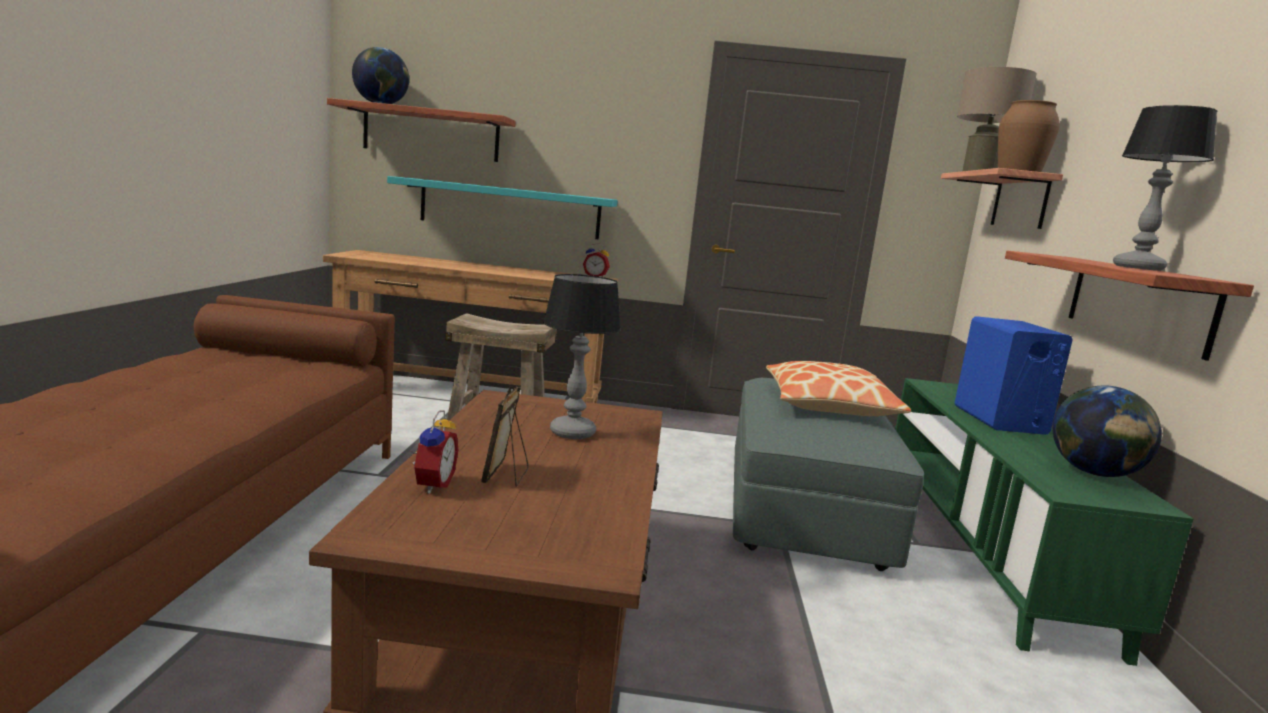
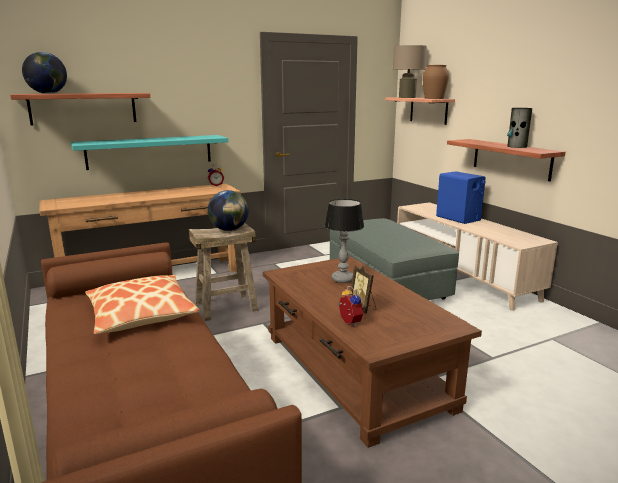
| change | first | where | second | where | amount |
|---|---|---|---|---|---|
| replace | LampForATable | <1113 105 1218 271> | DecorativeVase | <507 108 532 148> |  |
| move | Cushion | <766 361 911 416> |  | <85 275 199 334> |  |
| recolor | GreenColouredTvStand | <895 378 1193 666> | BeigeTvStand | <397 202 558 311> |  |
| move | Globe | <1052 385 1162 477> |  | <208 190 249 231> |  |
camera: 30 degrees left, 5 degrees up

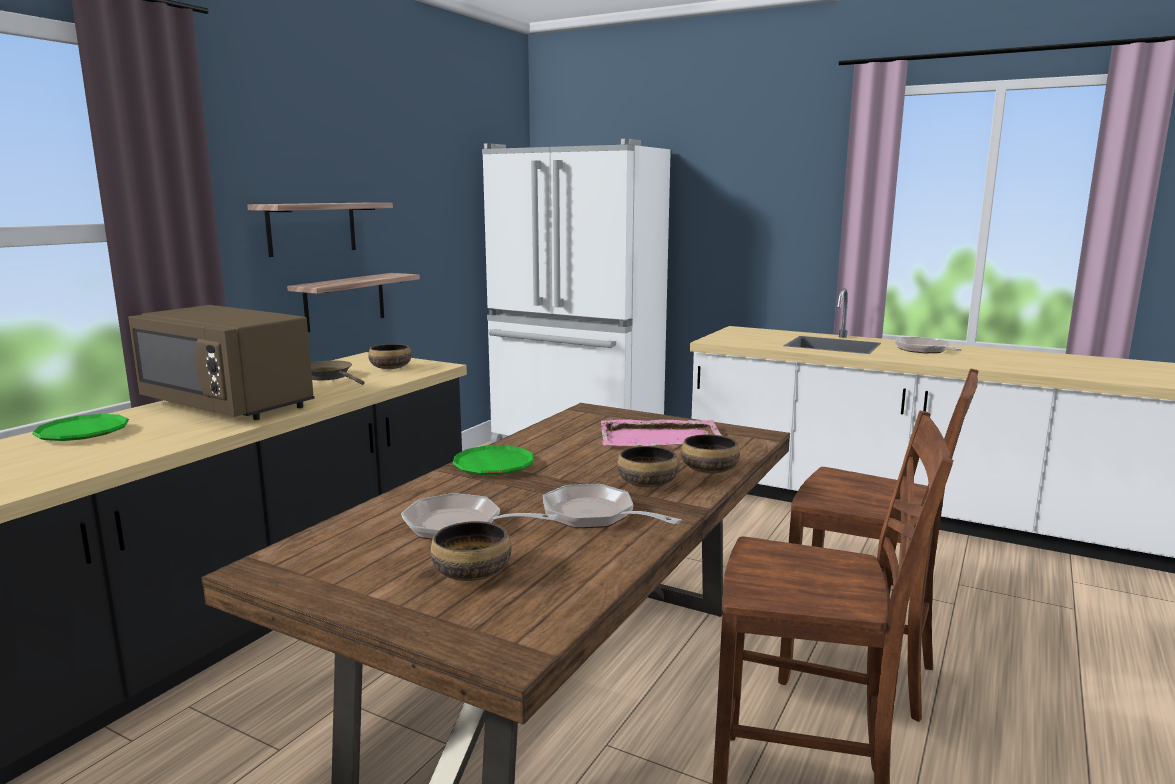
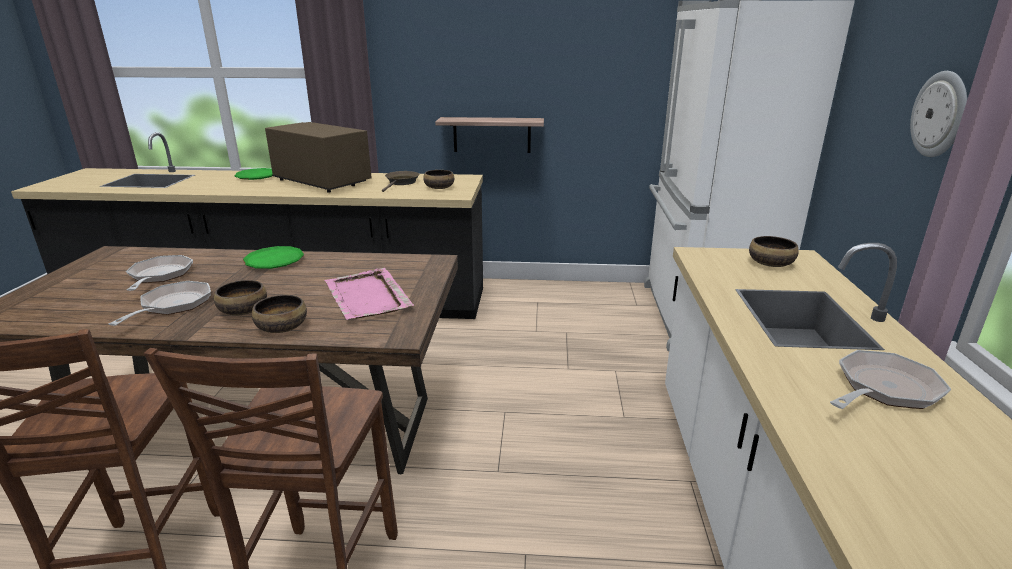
| change | first | where | second | where | amount |
|---|---|---|---|---|---|
| delete | BracketShelf | <247 203 393 257> |  |  |  |
| rotate | BrownishMicrowave | <128 305 315 420> |  | <265 122 372 193> | 120 degrees clockwise |
| move | ServingBowl | <430 521 512 581> |  | <749 236 799 267> |  |
| insert |  |  | ClockOnTheWall | <910 71 967 157> |  |
camera: 65 degrees right, 10 degrees up

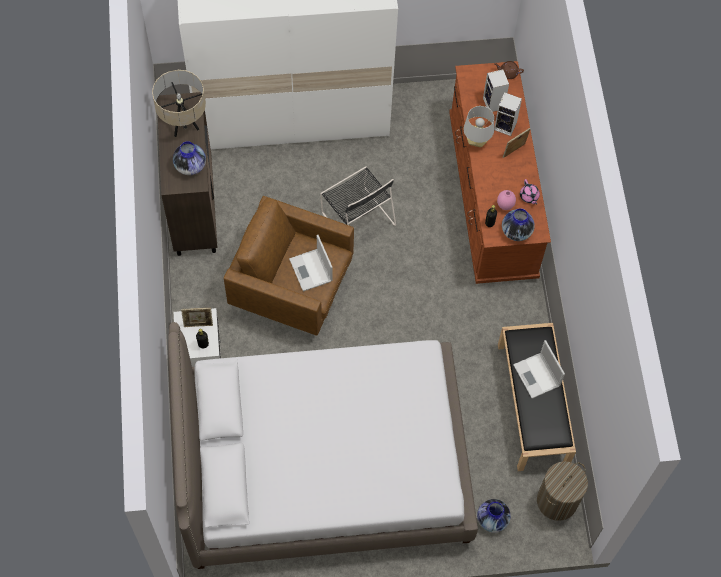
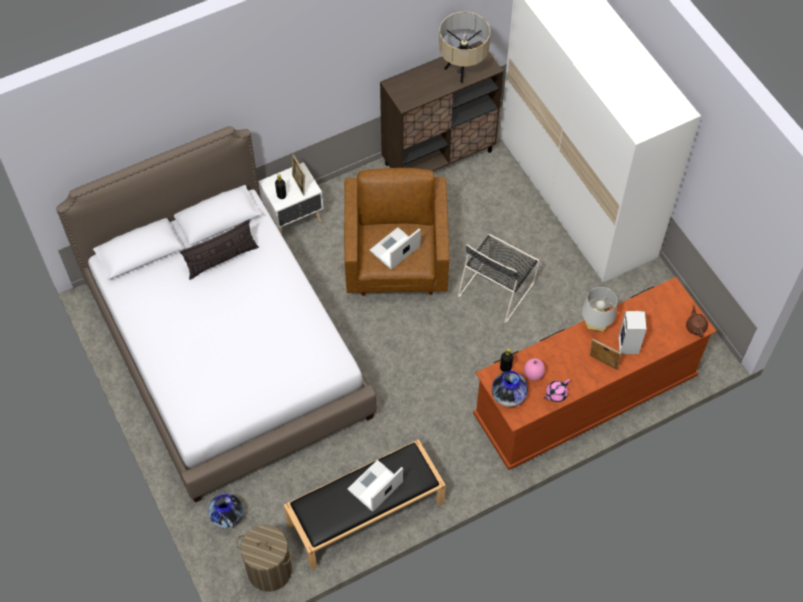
| change | first | where | second | where | amount |
|---|---|---|---|---|---|
| delete | AudioSpeaker | <483 69 509 112> |  |  |  |
| delete | DecorativeVase | <173 141 206 175> |  |  |  |
| insert |  |  | Cushion | <180 219 259 280> |  |
camera: 70 degrees right, 5 degrees down

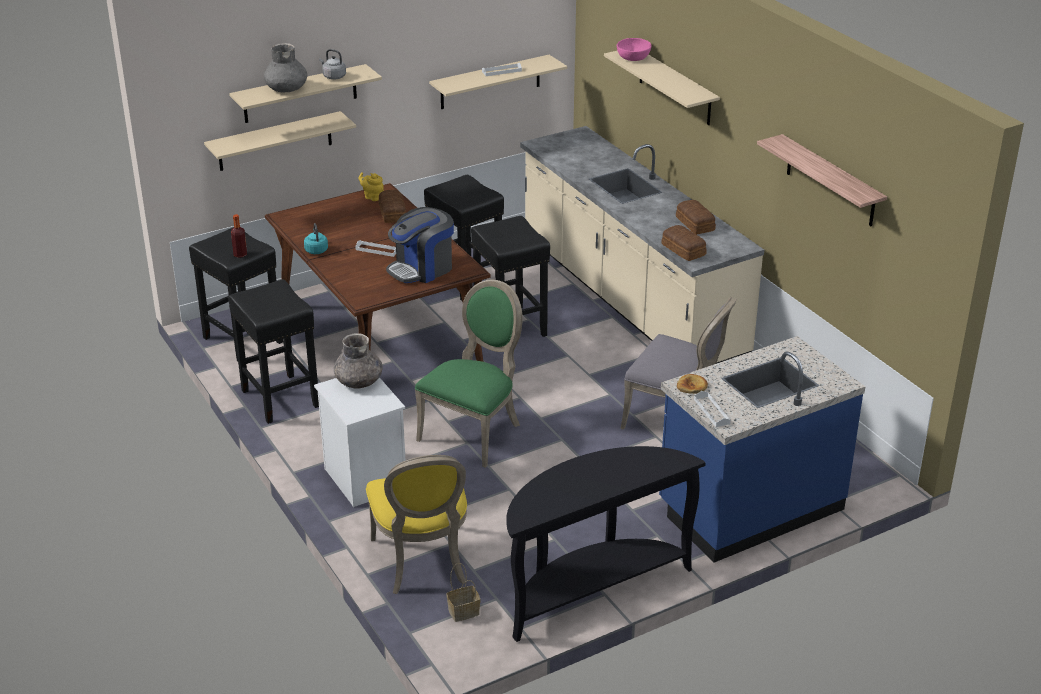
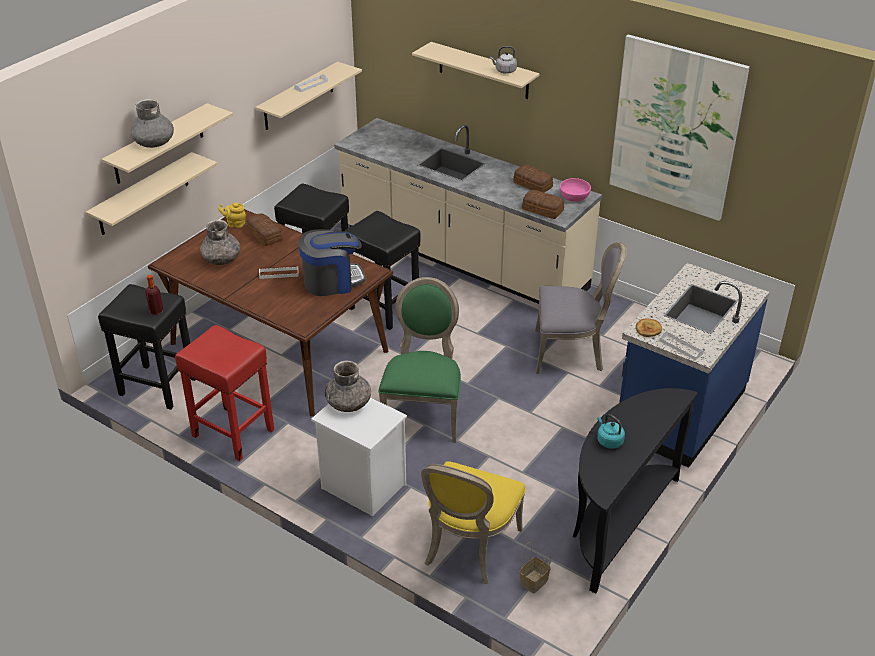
| change | first | where | second | where | amount |
|---|---|---|---|---|---|
| move | PinkColouredServingBowl | <617 38 651 61> |  | <560 178 591 202> |  |
| move | GreyishKettle | <319 49 346 79> |  | <490 46 517 74> |  |
| replace | BracketShelf | <757 134 887 226> | WallArt | <609 34 750 221> |  |
| rotate | CoffeeMachine | <386 207 454 283> |  | <299 229 365 296> | 135 degrees counterclockwise |
| move | TurquoiseKettle | <304 223 328 254> |  | <597 414 625 449> |  |
| recolor | BlackStoolSeat | <228 280 319 424> | ReddishStoolSeat | <175 325 274 461> |  |
| rotate | YellowChair | <366 455 467 594> |  | <421 461 526 584> | 60 degrees clockwise |
| insert |  |  | GreyishDecorativeVase | <200 220 240 265> |  |
camera: 25 degrees left, 5 degrees up

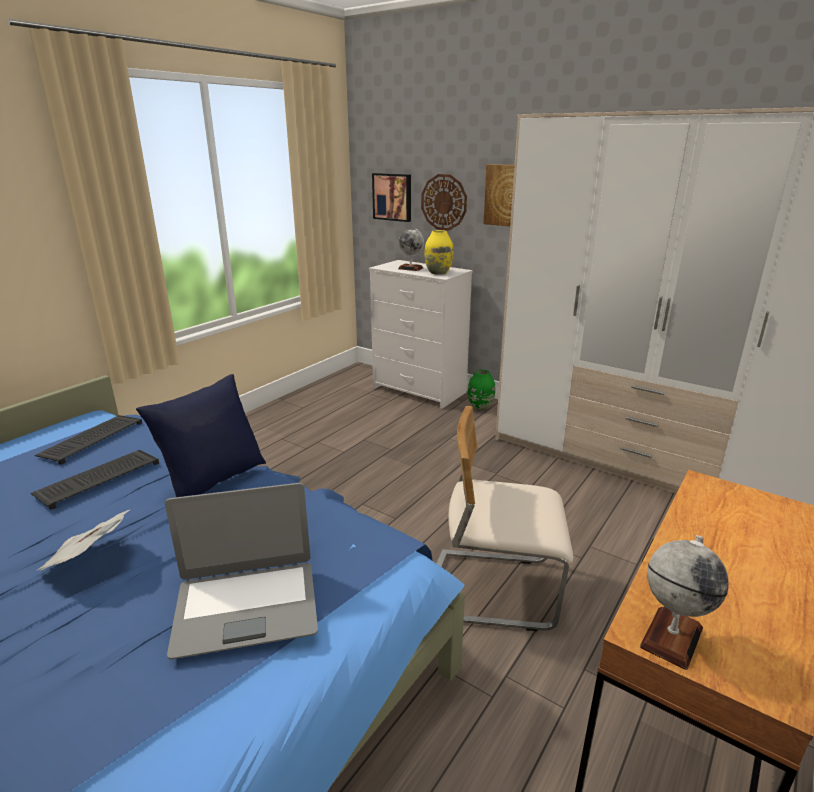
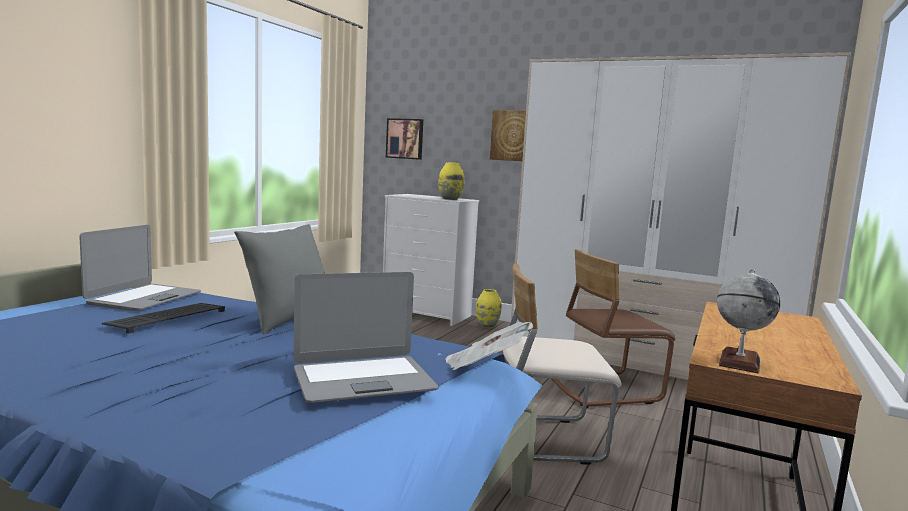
| change | first | where | second | where | amount |
|---|---|---|---|---|---|
| delete | ClockOnTheWall | <421 174 467 231> |  |  |  |
| delete | Globe | <398 229 424 271> |  |  |  |
| recolor | GreenColouredDecorativeVase | <468 370 495 410> | YellowDecorativeVase | <476 289 502 327> |  |
| recolor | BlueCushion | <136 374 266 497> | GreyishCushion | <234 224 325 334> |  |
| replace | Keyboard | <35 415 142 465> | NotebookComputer | <79 225 201 311> |  |
| move | PrintedPaper | <36 509 131 571> |  | <445 322 533 370> |  |
| insert |  |  | BrownishChair | <552 249 675 408> |  |
camera: 10 degrees left, 15 degrees down

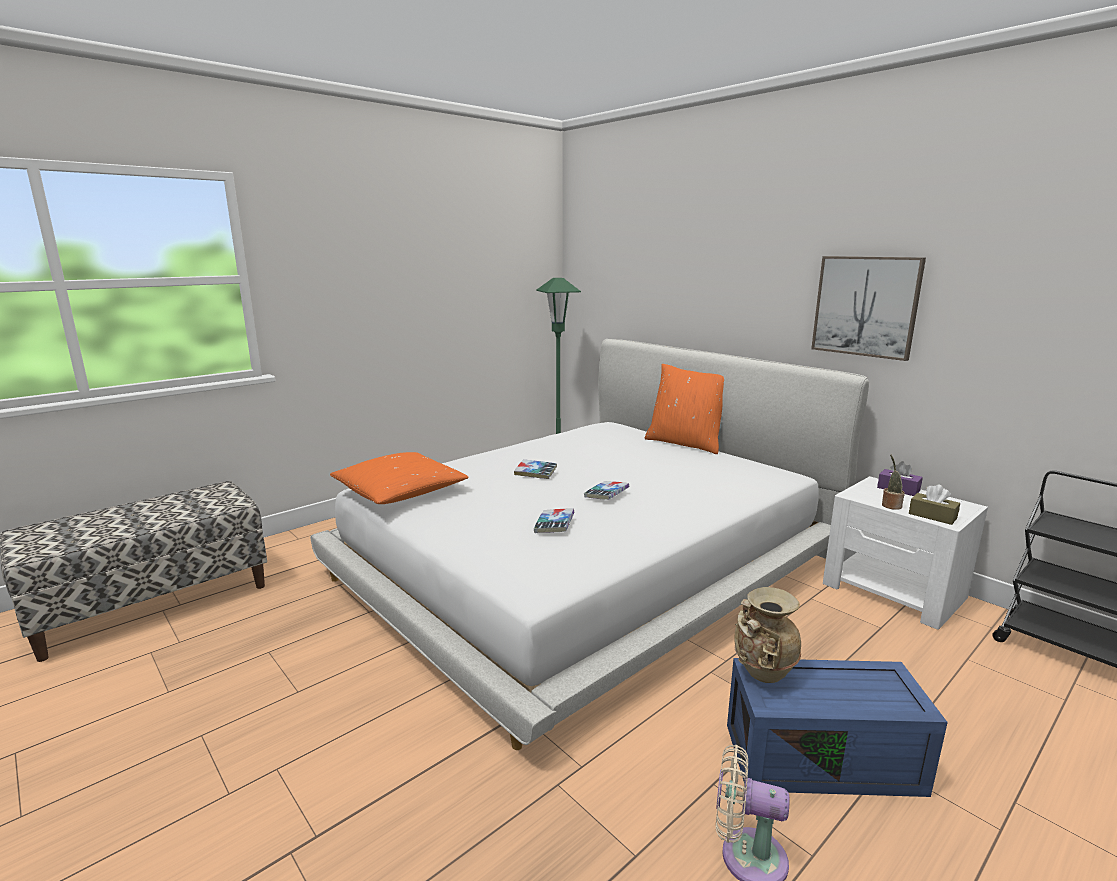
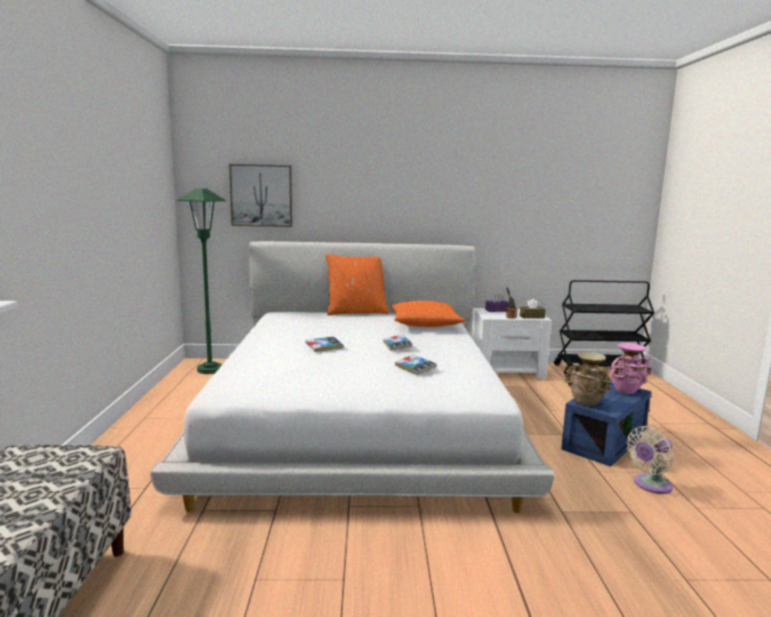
| change | first | where | second | where | amount |
|---|---|---|---|---|---|
| move | WallArt | <811 256 926 361> |  | <229 164 292 227> |  |
| move | OrangeyCushion | <330 452 469 504> |  | <391 301 465 327> |  |
| insert |  |  | PinkColouredDecorativeVase | <609 343 652 394> |  |
camera: 50 degrees left, 5 degrees down

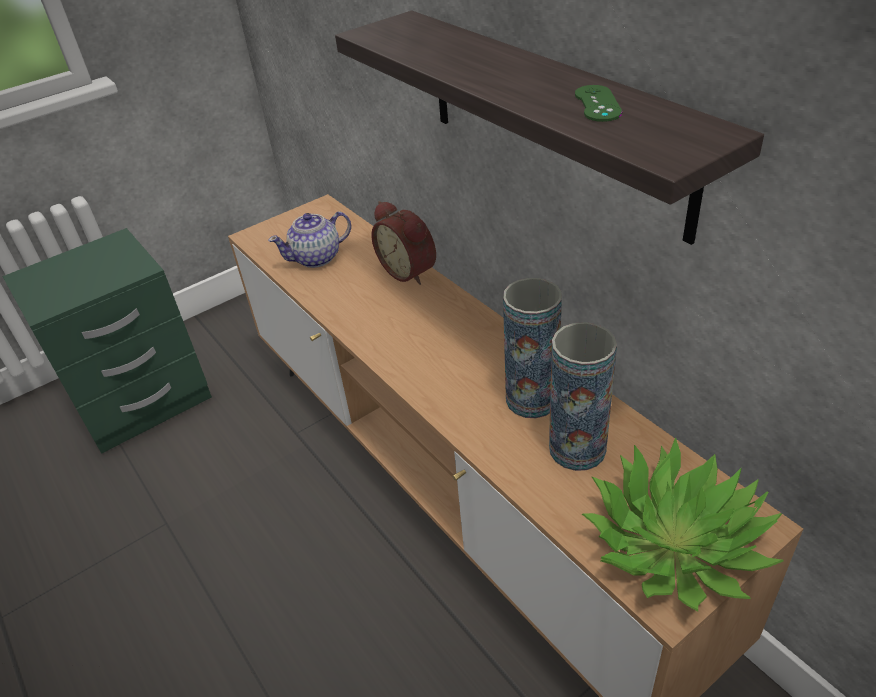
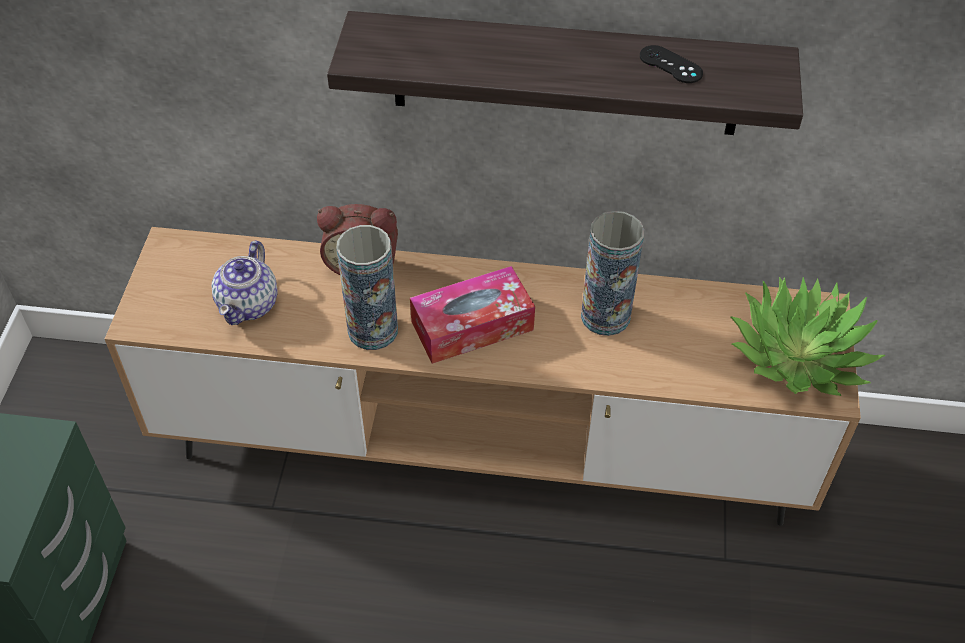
| change | first | where | second | where | amount |
|---|---|---|---|---|---|
| recolor | GreenColouredJoypad | <575 85 622 122> | BlackJoypad | <640 45 703 83> |  |
| move | DecorativeVase | <549 322 617 471> |  | <336 225 398 350> |  |
| insert |  |  | TissueBox | <410 266 535 364> |  |
camera: 50 degrees left, 10 degrees up

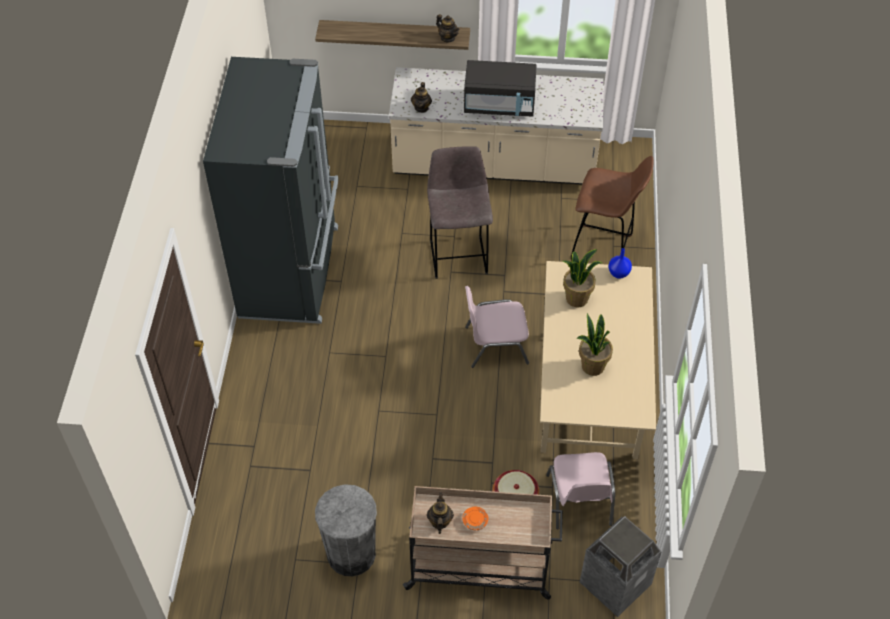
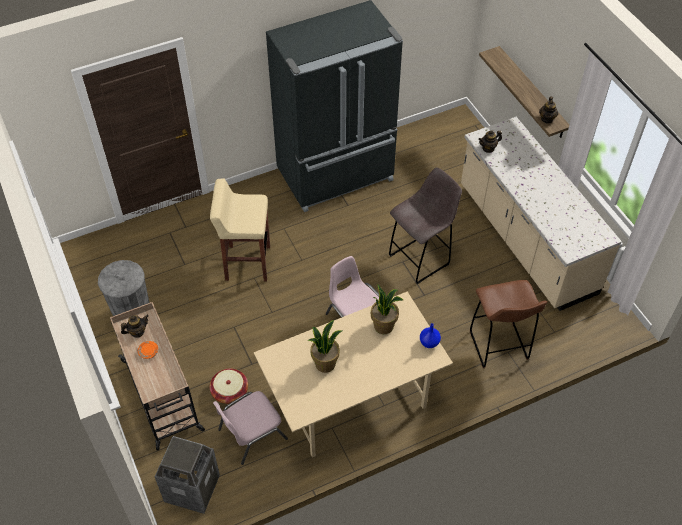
| change | first | where | second | where | amount |
|---|---|---|---|---|---|
| delete | BlackMicrowave | <464 60 537 117> |  |  |  |
| insert |  |  | BeigeStoolSeat | <210 178 270 281> |  |
camera: 60 degrees right, 0 degrees up

